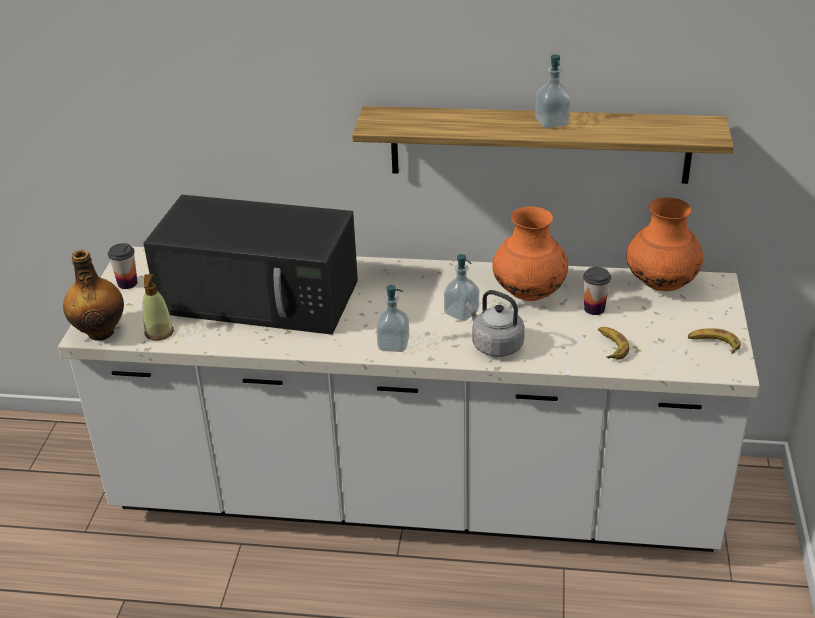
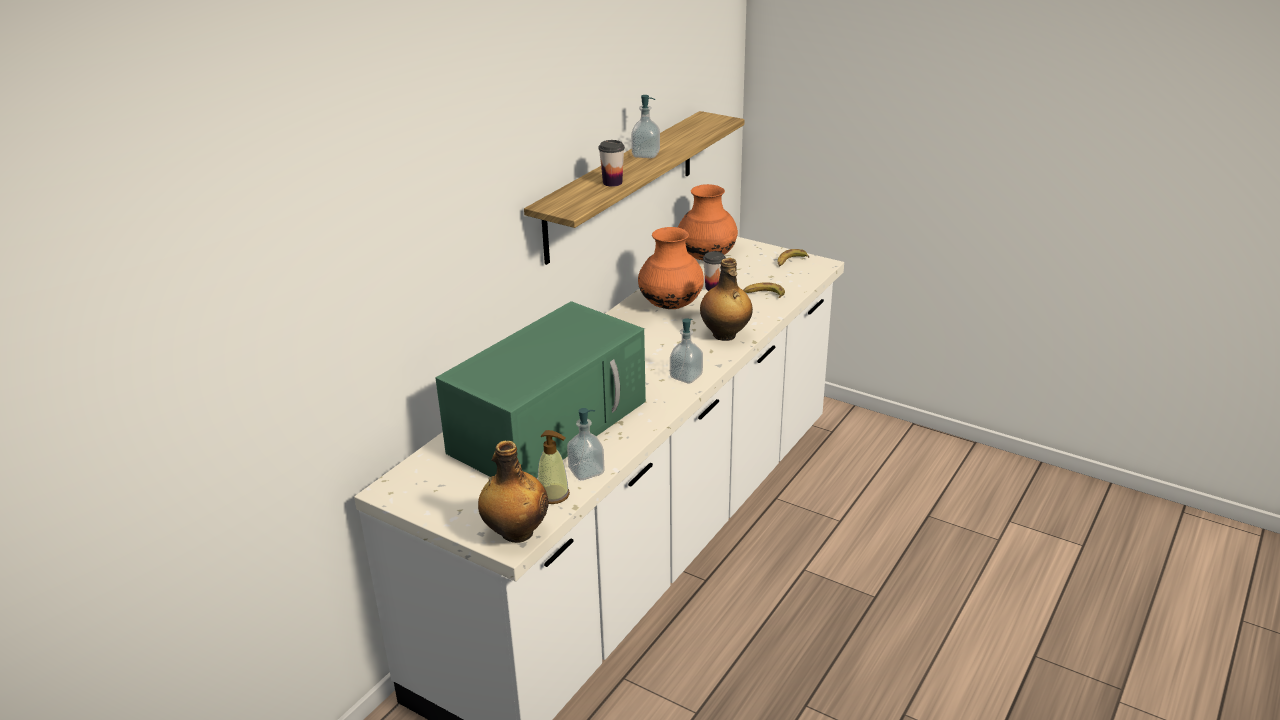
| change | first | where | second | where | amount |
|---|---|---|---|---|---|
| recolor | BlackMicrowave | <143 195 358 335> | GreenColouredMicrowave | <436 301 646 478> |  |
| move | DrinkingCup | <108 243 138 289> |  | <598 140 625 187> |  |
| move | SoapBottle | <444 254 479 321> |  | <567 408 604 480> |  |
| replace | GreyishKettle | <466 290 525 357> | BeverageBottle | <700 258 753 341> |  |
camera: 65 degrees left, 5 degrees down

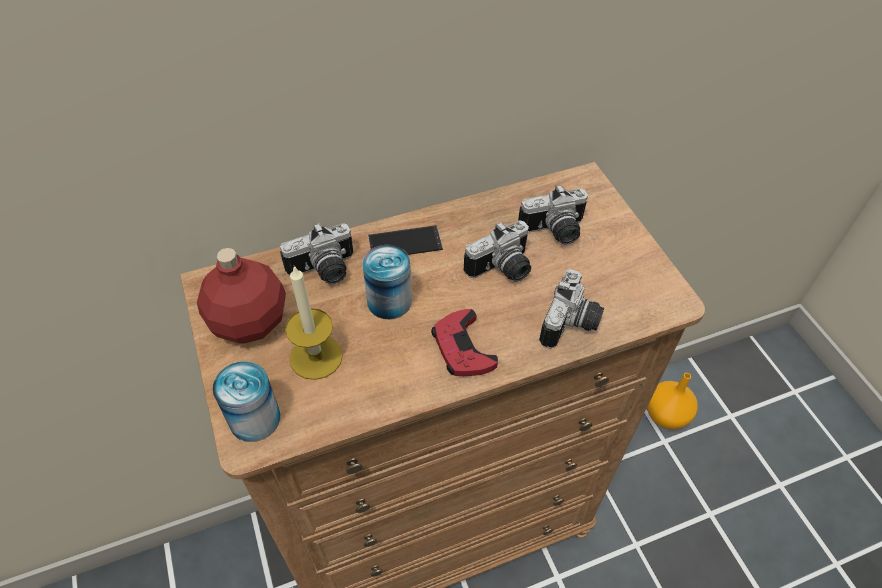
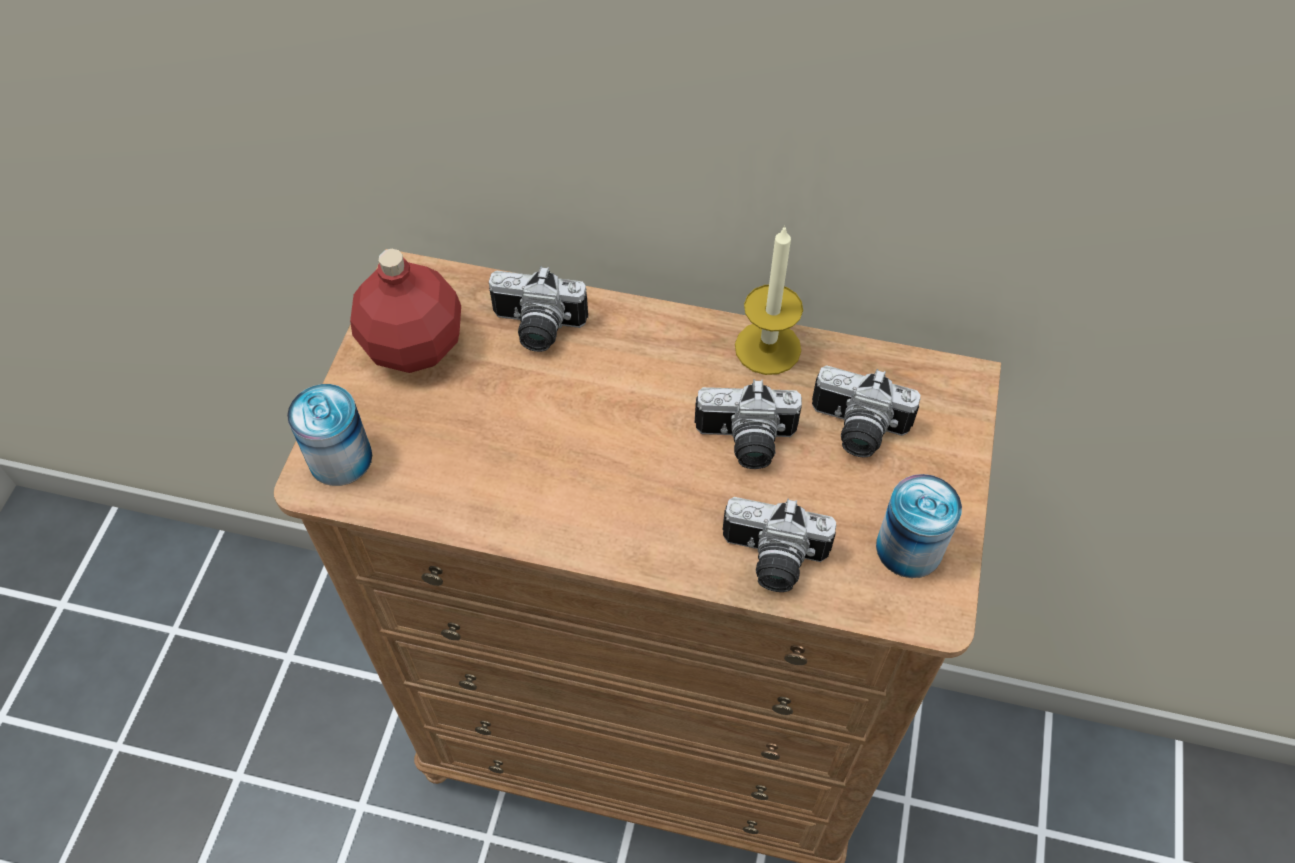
| change | first | where | second | where | amount |
|---|---|---|---|---|---|
| delete | Phone | <368 225 443 255> |  |  |  |
| move | MetalCan | <362 245 412 319> |  | <876 474 962 578> |  |
| move | WaxCandle | <285 265 343 380> |  | <735 225 803 375> |  |
| rotate | PhotoCamera | <539 269 604 349> |  | <723 497 836 592> | 45 degrees clockwise |
| delete | ReddishJoypad | <431 309 498 376> |  |  |  |
| delete | OrangeyDecorativeVase | <647 373 698 430> |  |  |  |
camera: 35 degrees right, 5 degrees up

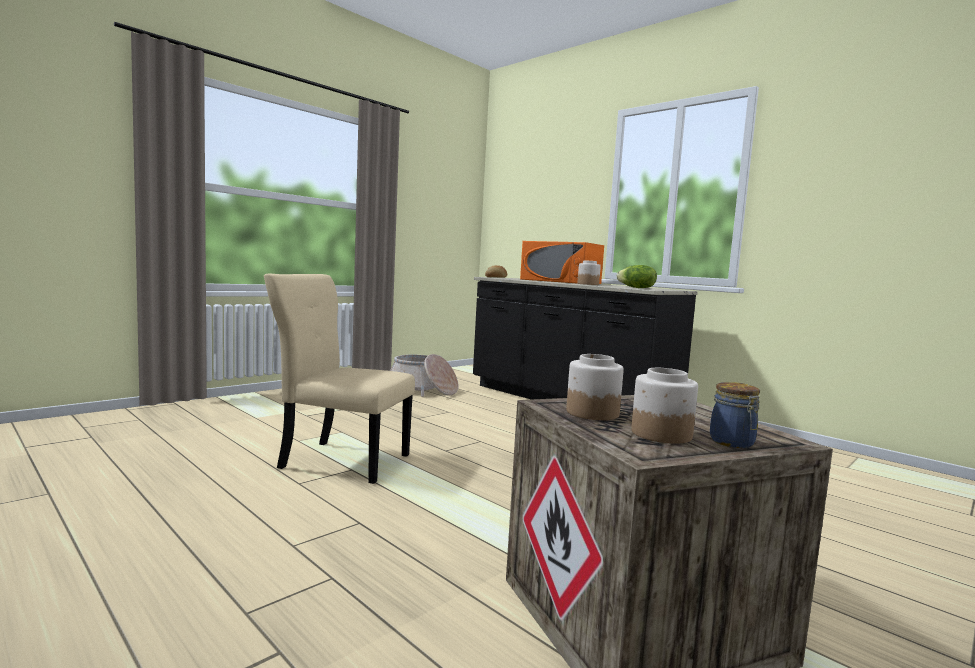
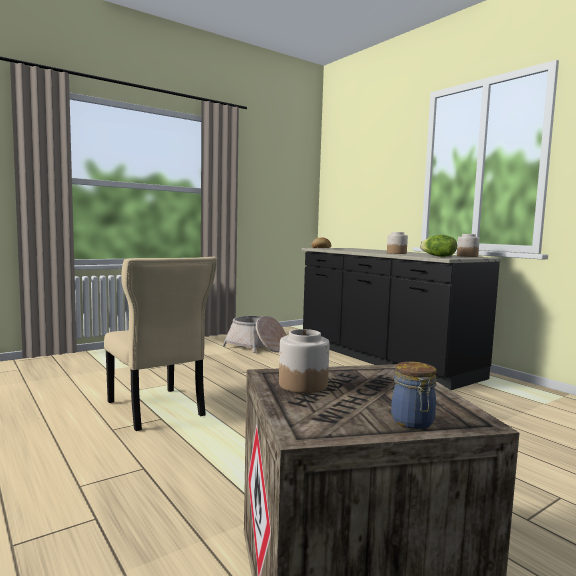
| change | first | where | second | where | amount |
|---|---|---|---|---|---|
| delete | OrangeyMicrowave | <520 241 604 284> |  |  |  |
| rotate | BeigeChair | <264 274 415 484> |  | <104 257 217 431> | 150 degrees counterclockwise |
| move | StorageJar | <631 368 698 444> |  | <457 234 480 257> |  |
camera: 10 degrees right, 0 degrees up

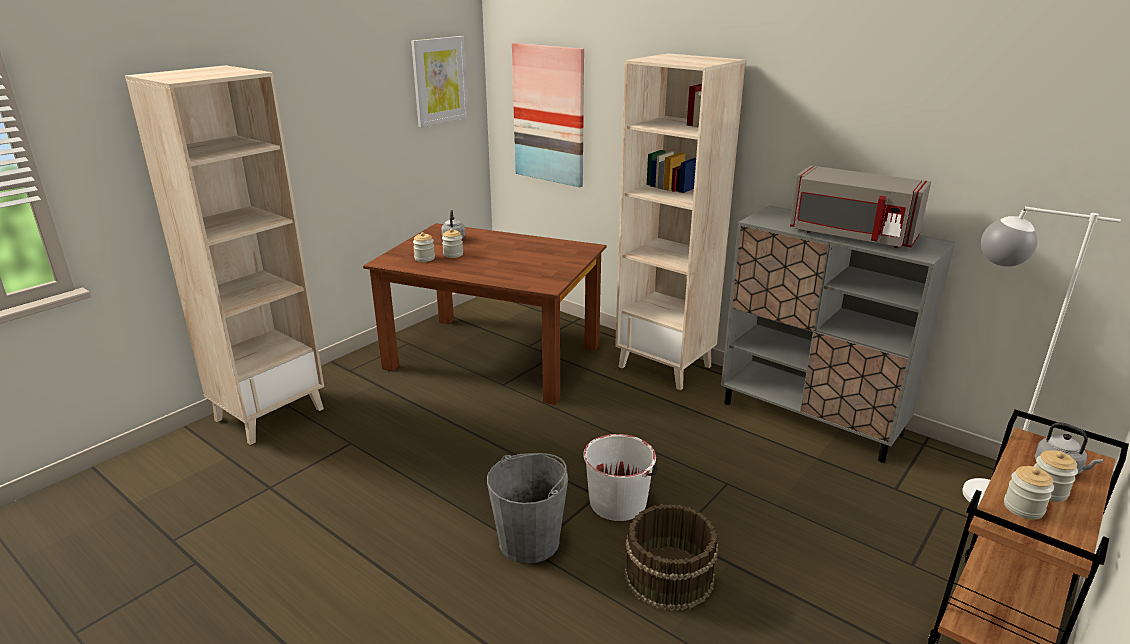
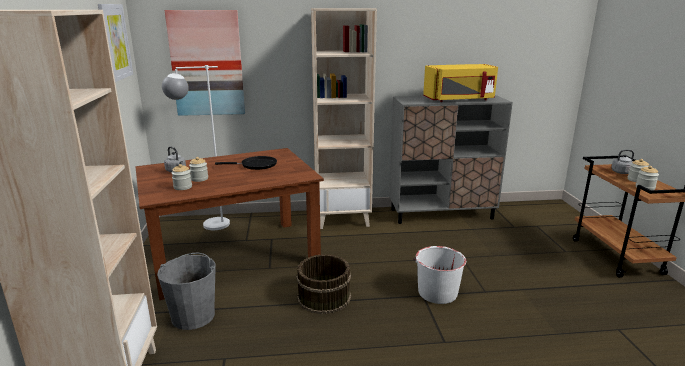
| change | first | where | second | where | amount |
|---|---|---|---|---|---|
| recolor | GreyishMicrowave | <790 166 931 248> | YellowMicrowave | <423 64 498 102> |  |
| move | WhiteColouredStandingLamp | <962 207 1121 507> |  | <162 65 230 230> |  |
| move | GreyishBucket | <487 453 568 564> |  | <157 253 216 330> |  |
| move | BrownishBucket | <624 504 718 611> |  | <296 254 351 314> |  |
| insert |  |  | BlackFryingPan | <215 156 277 170> |  |
camera: 45 degrees left, 5 degrees down

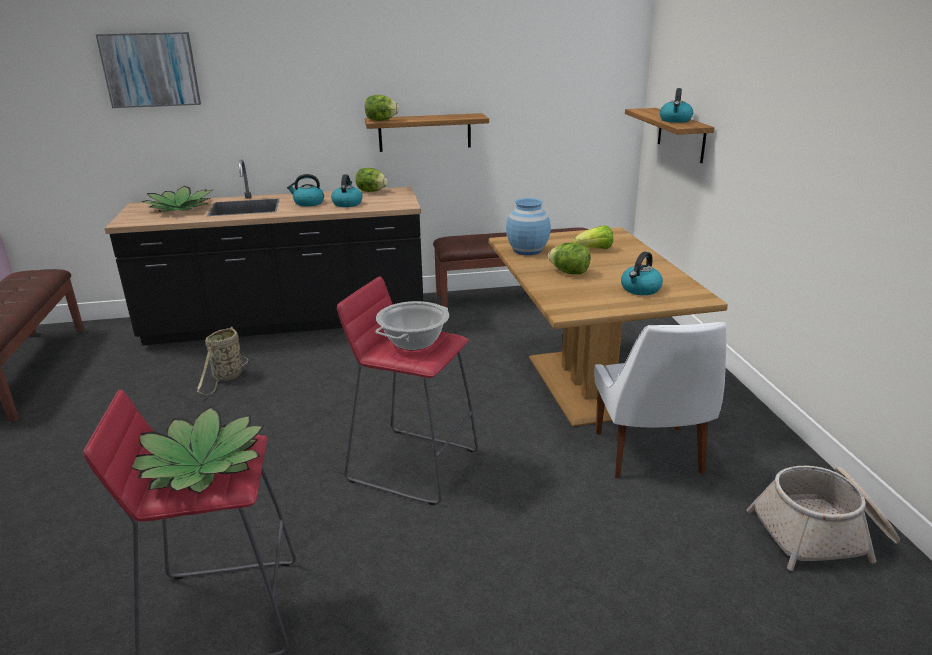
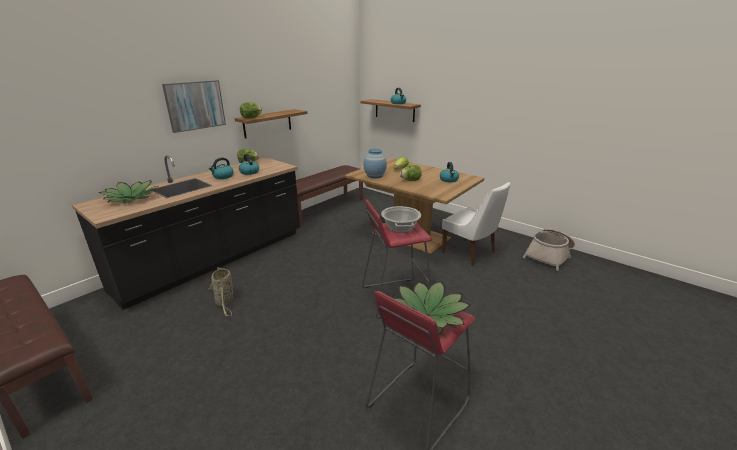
| change | first | where | second | where | amount |
|---|---|---|---|---|---|
| move | WallArt | <96 32 201 108> |  | <162 80 226 133> |  |
camera: 40 degrees left, 0 degrees up

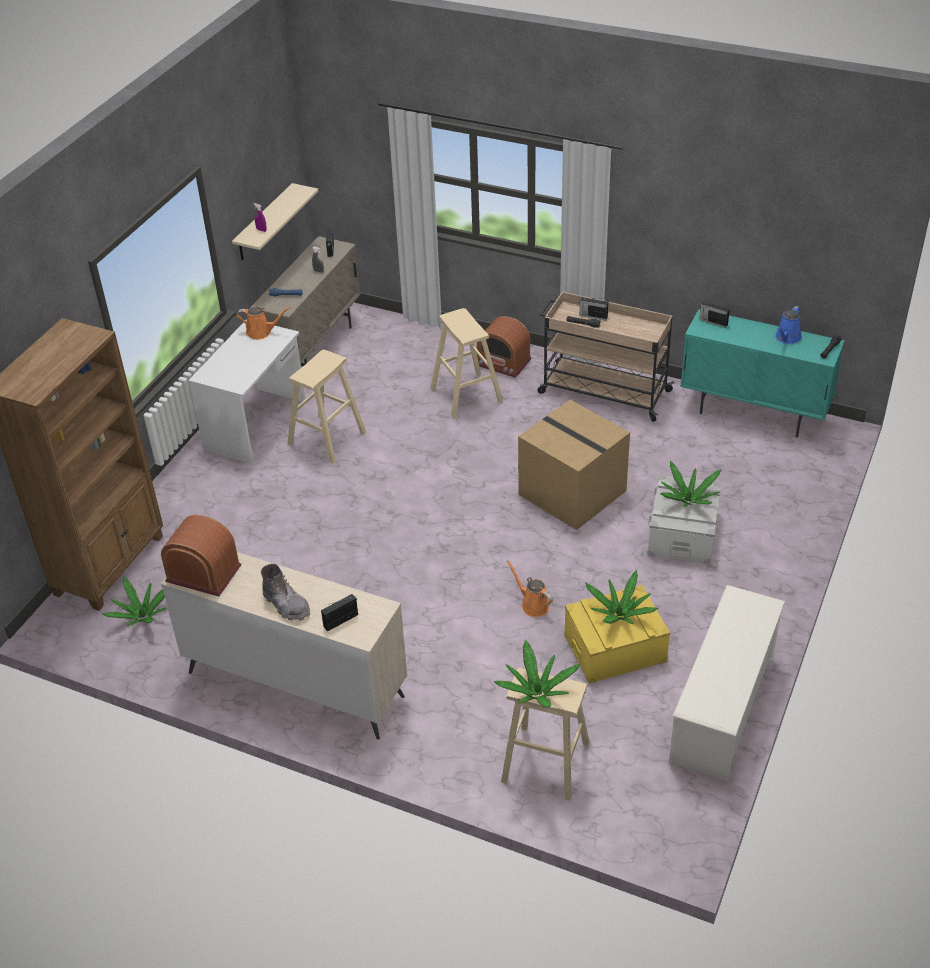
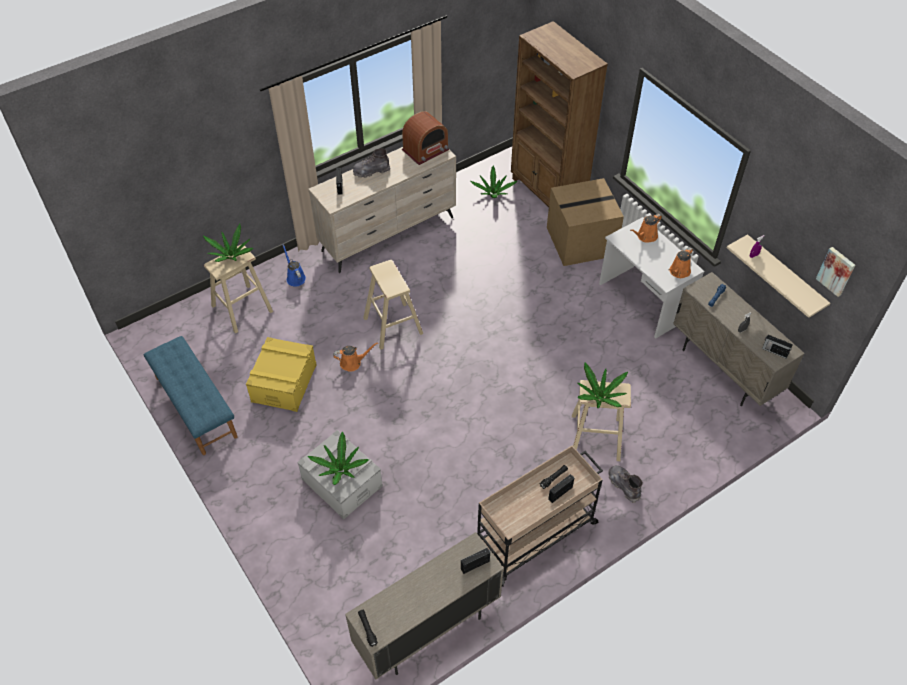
| change | first | where | second | where | amount |
|---|---|---|---|---|---|
| move | BlueWateringPot | <775 306 802 344> |  | <283 244 306 286> |  |
| recolor | TurquoiseStorageCabinet | <680 309 845 438> | BeigeStorageCabinet | <345 532 504 679> |  |
| replace | RadioSet | <476 316 532 378> | GreyishHighTopBoot | <609 465 643 503> |  |
| move | BeigeStoolSeat | <287 350 366 464> |  | <363 260 423 350> |  |
| move | PackingBox | <518 400 630 530> |  | <547 178 624 266> |  |
| move | Houseplant | <585 570 659 624> |  | <577 362 628 408> |  |
| replace | WhiteColouredShoeRack | <669 585 785 782> | BlueIndoorBench | <144 336 238 455> |  |
| insert |  |  | OrangeyWateringPot | <630 214 662 243> |  |
| insert |  |  | WallArt | <816 247 855 297> |  |
camera: 120 degrees right, 10 degrees up

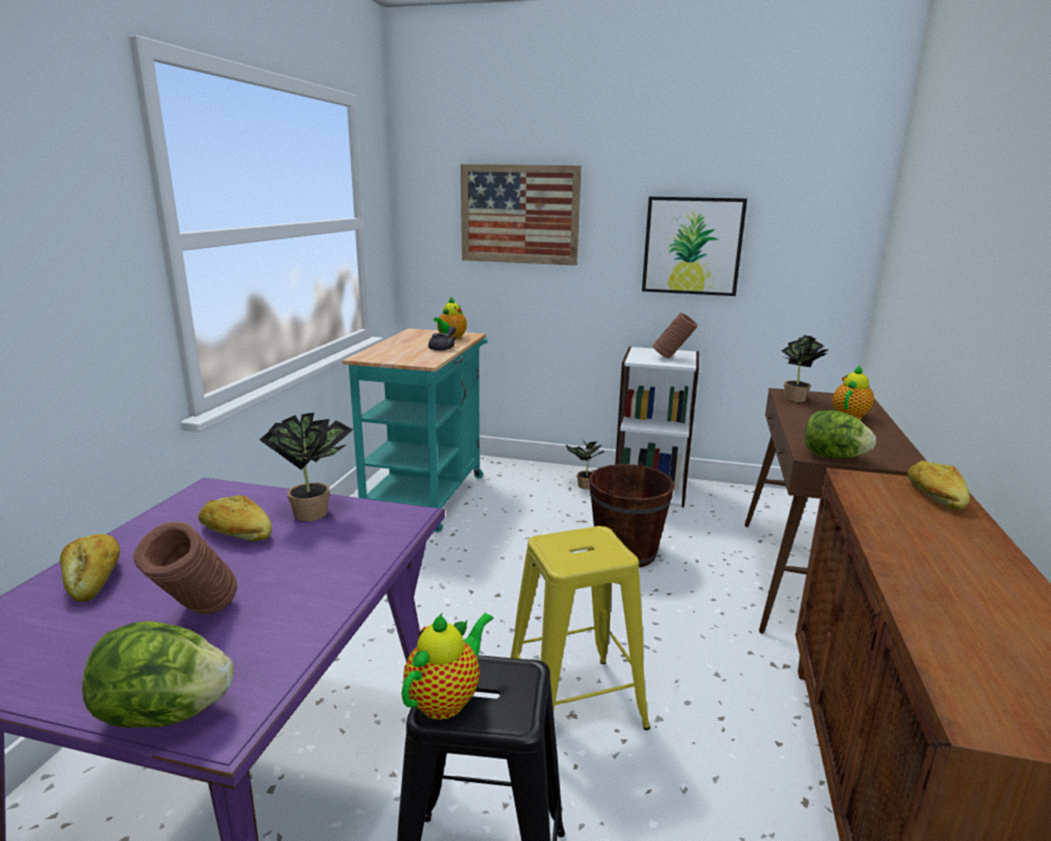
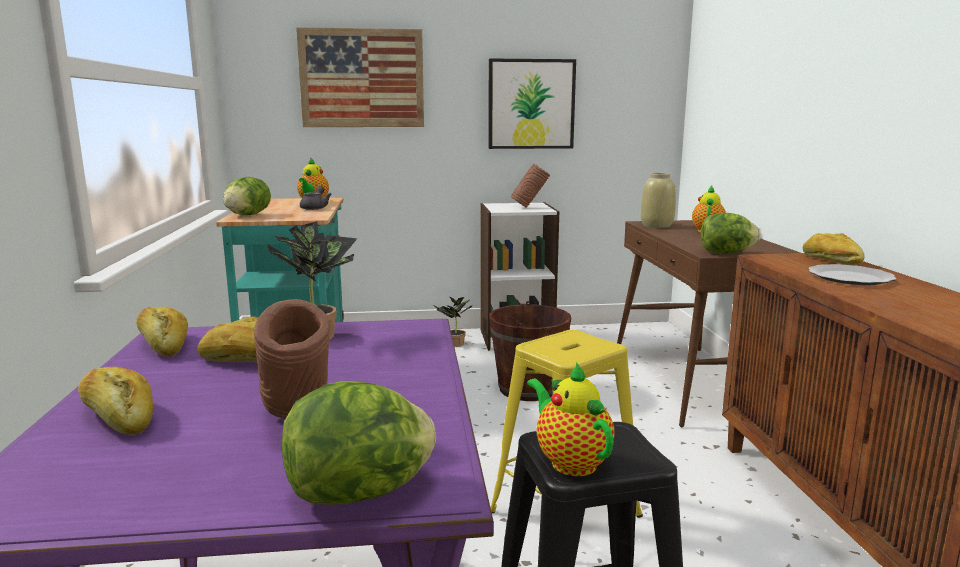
| change | first | where | second | where | amount |
|---|---|---|---|---|---|
| replace | Houseplant | <782 335 828 402> | BeigeDecorativeVase | <641 173 676 228> |  |
| rotate | TeaPot | <402 613 494 720> |  | <527 362 615 476> | 45 degrees counterclockwise |
| insert |  |  | LettuceHead | <223 177 271 215> |  |
| insert |  |  | Plate | <808 264 897 285> |  |
| insert |  |  | Bread | <136 307 188 356> |  |
camera: 20 degrees left, 5 degrees down

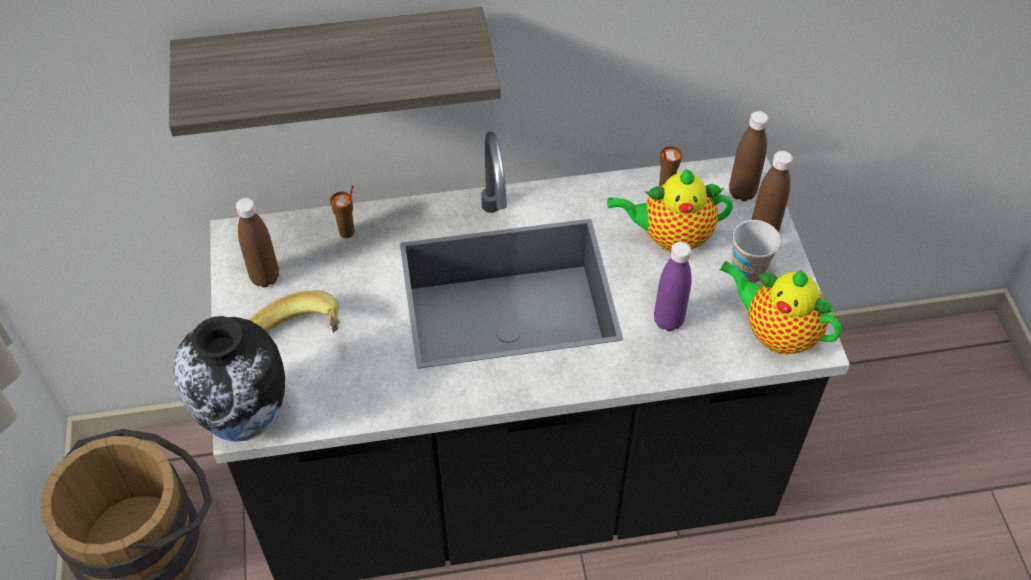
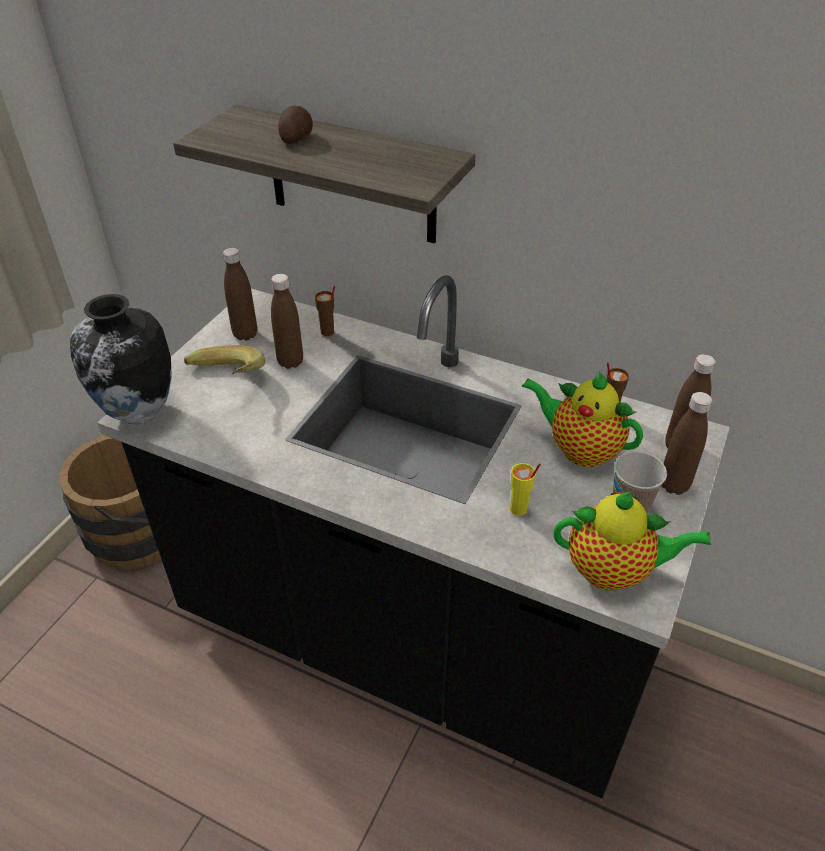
| change | first | where | second | where | amount |
|---|---|---|---|---|---|
| replace | PurplishBeverageBottle | <654 242 692 331> | YellowDrinkingCup | <510 463 541 516> |  |
| rotate | TeaPot | <719 261 842 354> |  | <554 492 711 591> | 120 degrees clockwise |
| insert |  |  | Spud | <278 105 313 144> |  |
| insert |  |  | BrownishBeverageBottle | <271 274 303 369> |  |
camera: 35 degrees right, 10 degrees down

